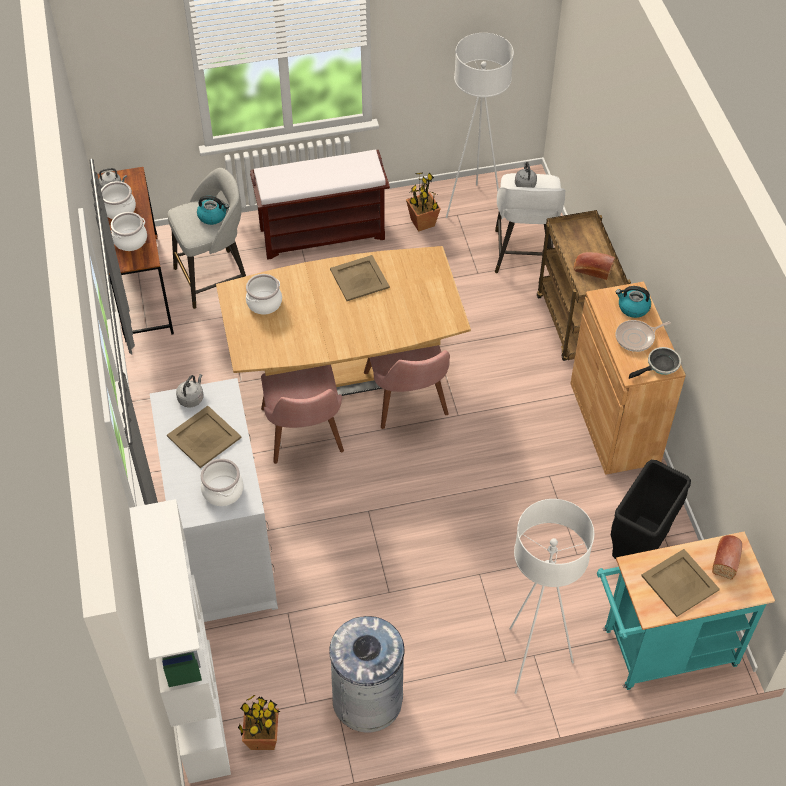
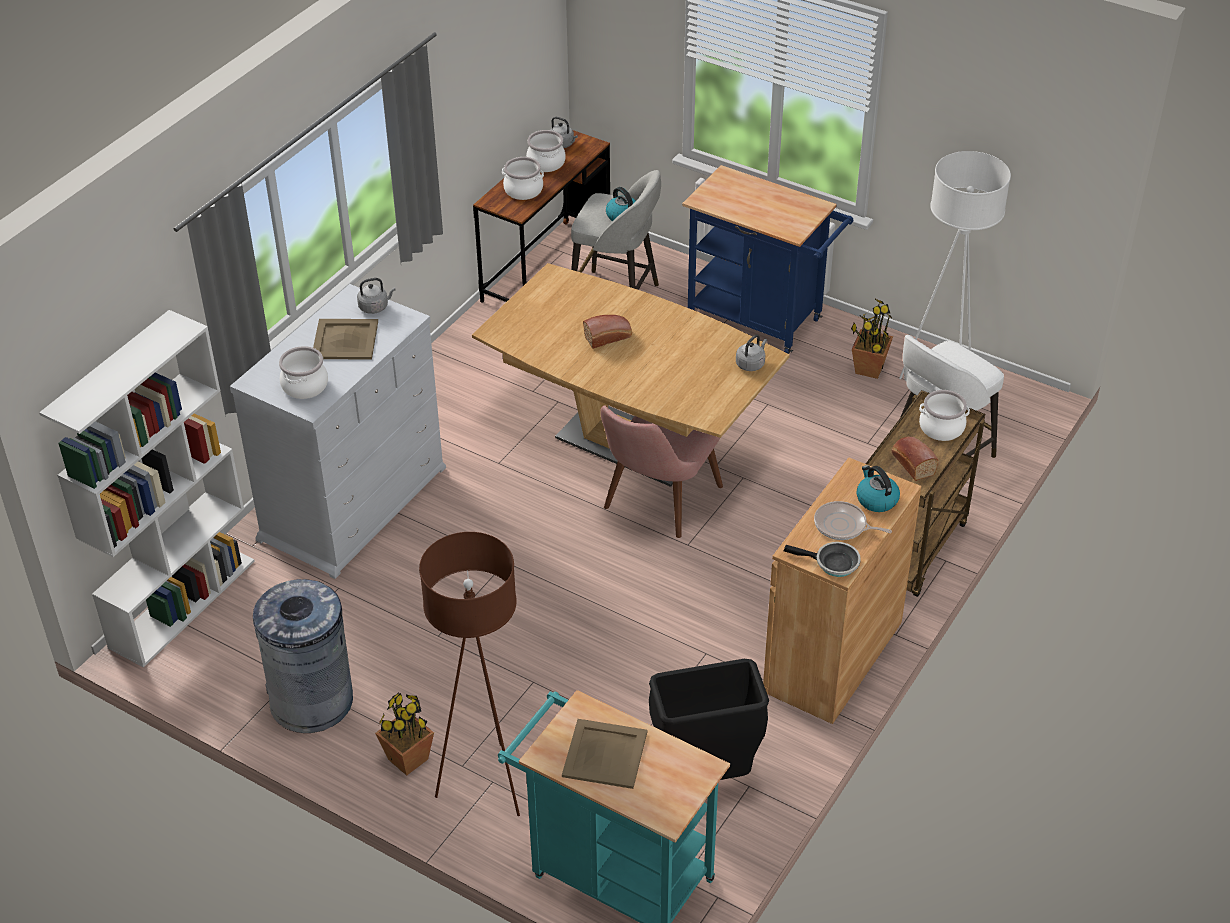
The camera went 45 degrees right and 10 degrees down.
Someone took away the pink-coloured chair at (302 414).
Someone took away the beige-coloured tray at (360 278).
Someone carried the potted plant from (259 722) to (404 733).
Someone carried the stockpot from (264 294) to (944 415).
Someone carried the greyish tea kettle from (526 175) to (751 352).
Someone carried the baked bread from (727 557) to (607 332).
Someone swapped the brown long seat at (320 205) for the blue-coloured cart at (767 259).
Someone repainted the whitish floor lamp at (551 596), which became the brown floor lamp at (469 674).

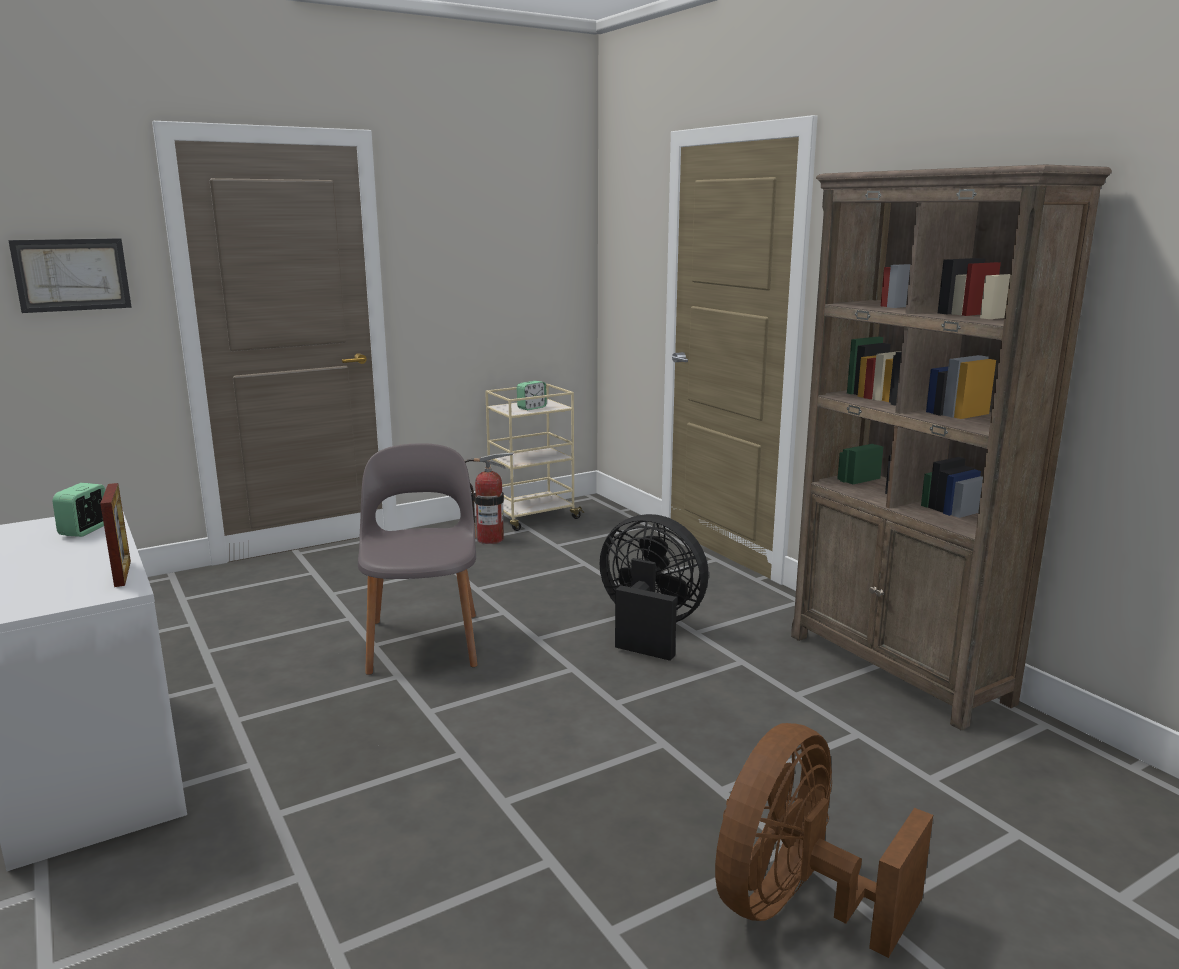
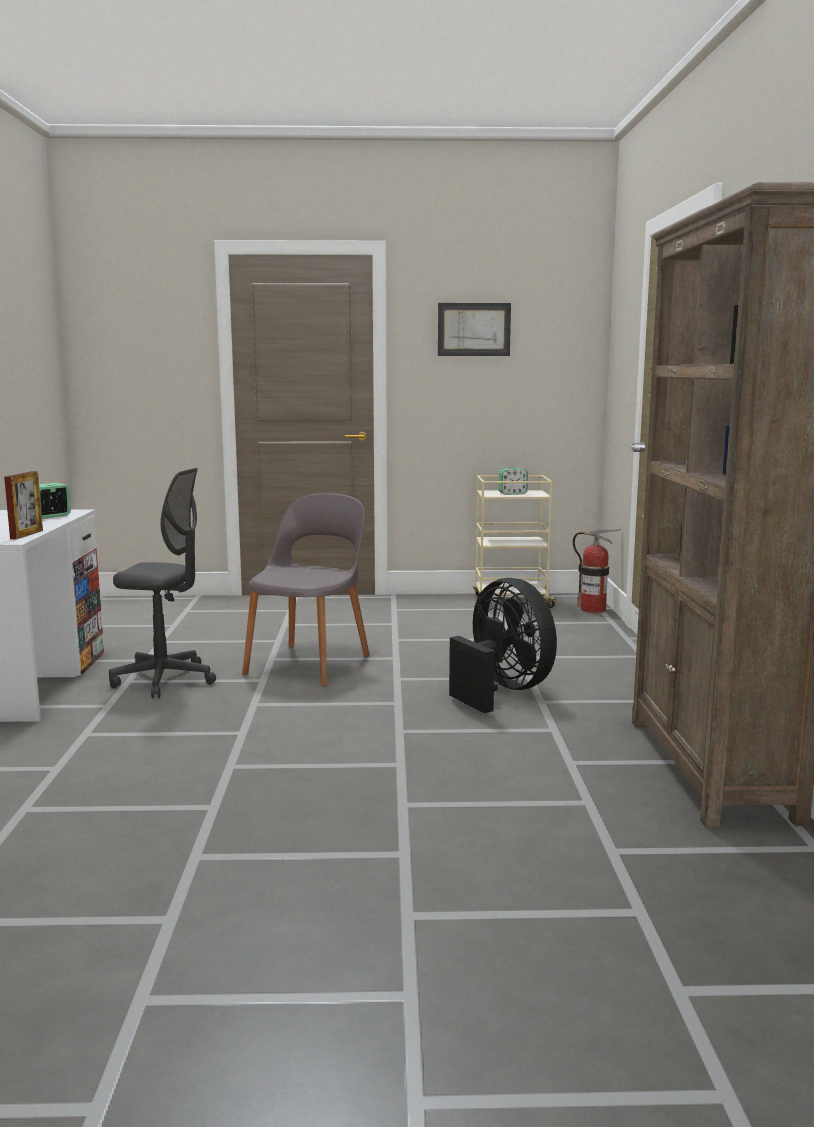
The camera went 30 degrees right and 5 degrees down.
Someone took away the brown cooling fan at (824 840).
Someone put down the greyish desk chair at (162 583).
Someone carried the wall art from (70 275) to (474 329).
Someone carried the extinguisher from (489 498) to (597 571).

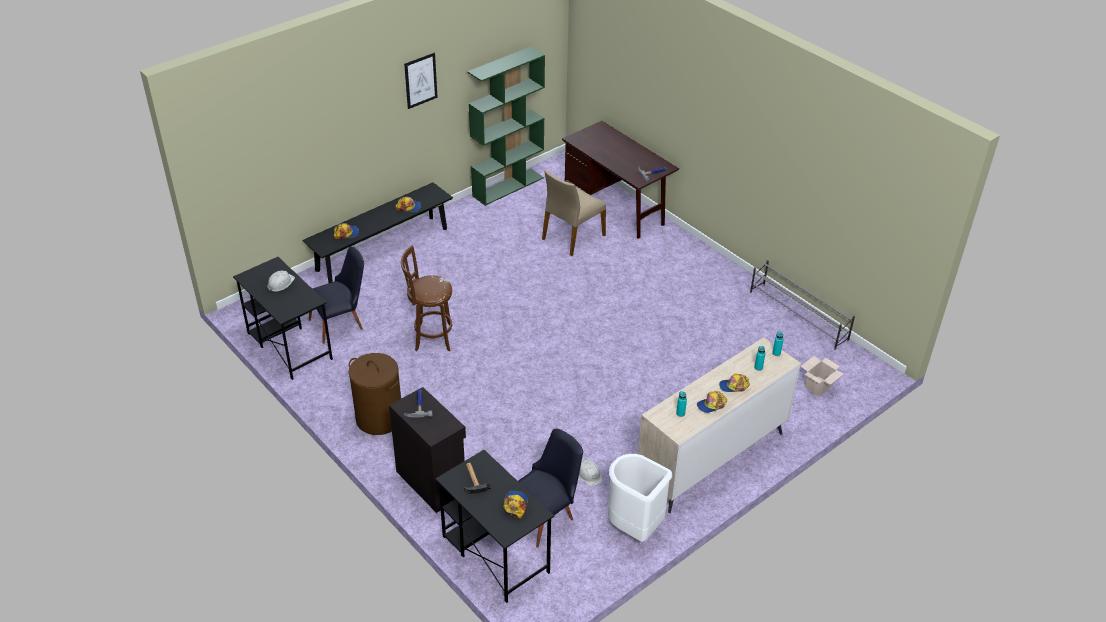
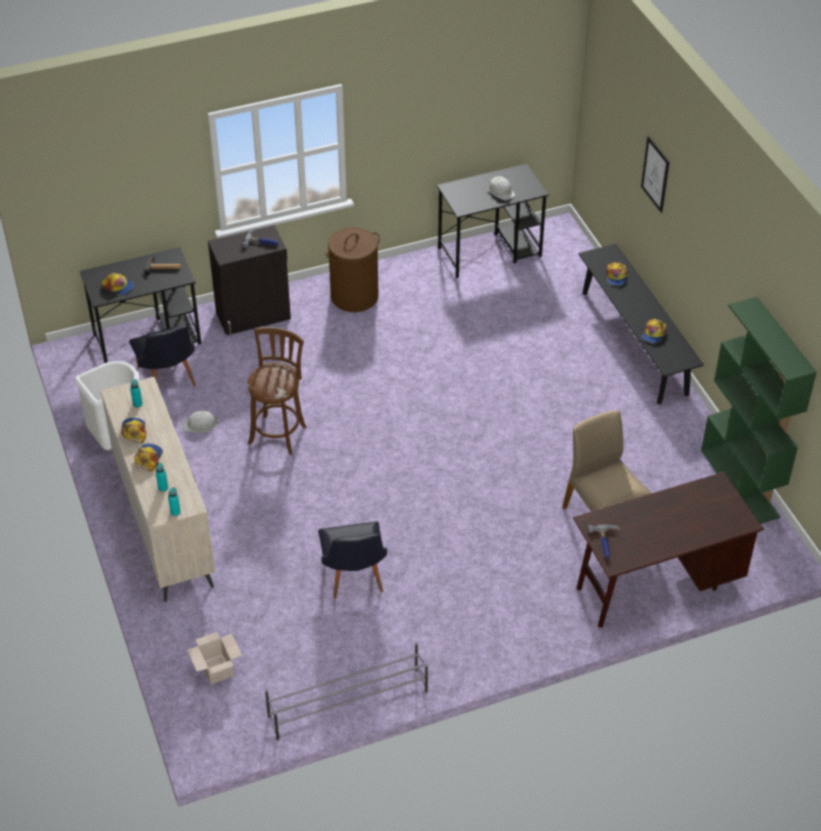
The camera went 110 degrees right and 5 degrees up.
Someone carried the black-coloured chair from (336 295) to (352 560).
Someone carried the brown stool from (427 298) to (277 391).
Someone carried the wall art from (421 81) to (655 174).

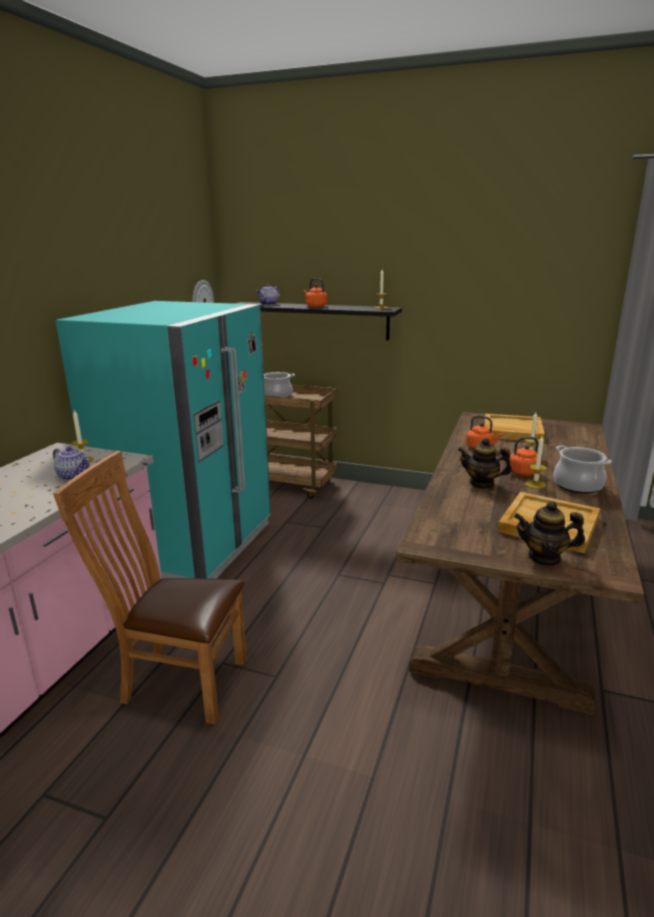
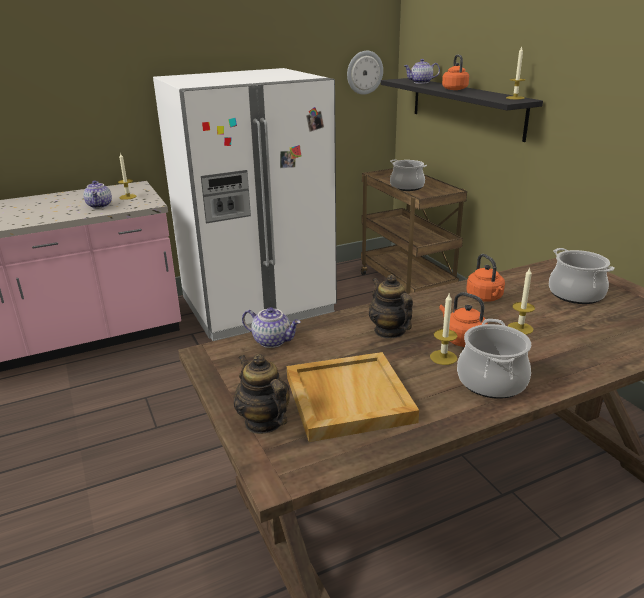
The camera went 45 degrees right and 5 degrees up.
Someone took away the brown chair at (150 587).
Someone put down the tea pot at (271 327).
Someone swapped the beige-coloured tray at (515 427) for the stockpot at (582 276).
Someone repainted the turquoise refrigerator at (163 440), which became the whitish refrigerator at (245 204).

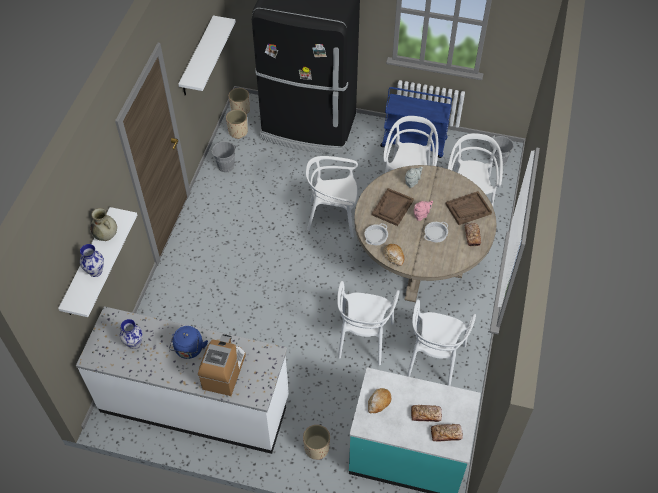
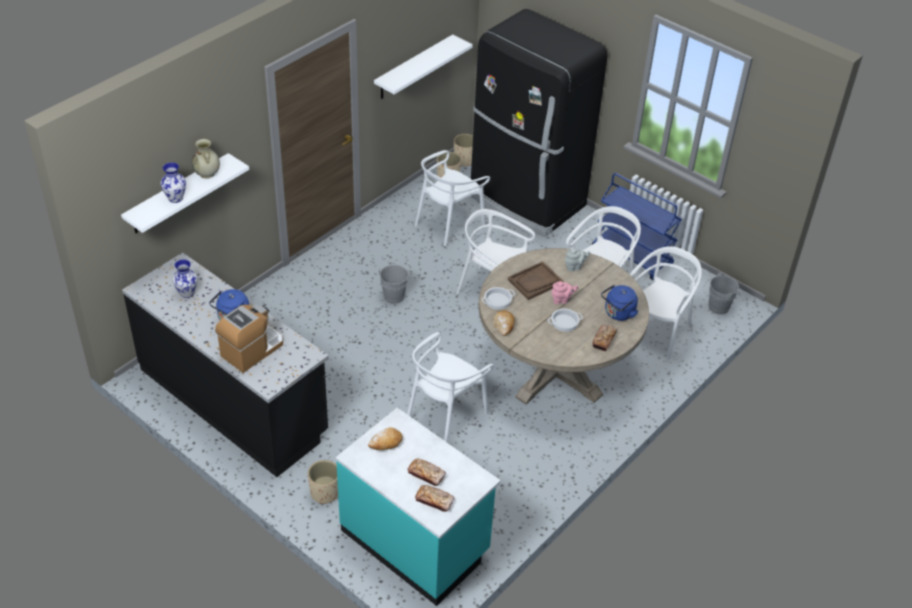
The camera went 25 degrees right and 10 degrees down.
Someone carried the greyish pail from (223 157) to (394 284).
Someone carried the whitish chair from (441 342) to (452 198).
Someone swapped the brown tray at (469 208) for the blue-coloured tea kettle at (619 303).
Someone repainted the whitish counter at (182 380), which became the black-coloured counter at (225 364).

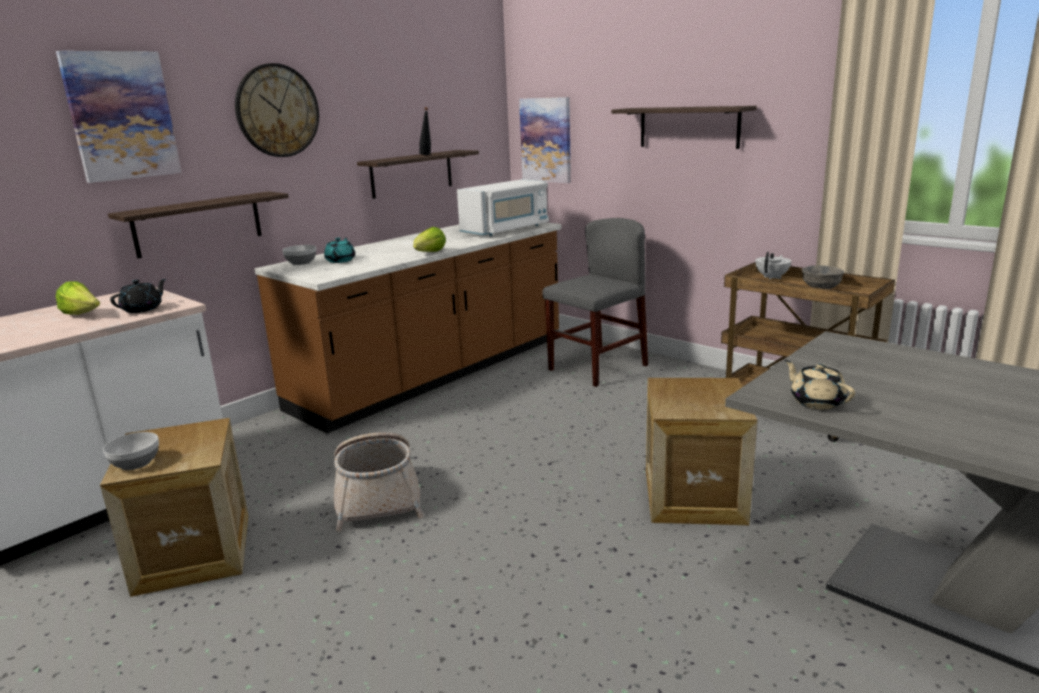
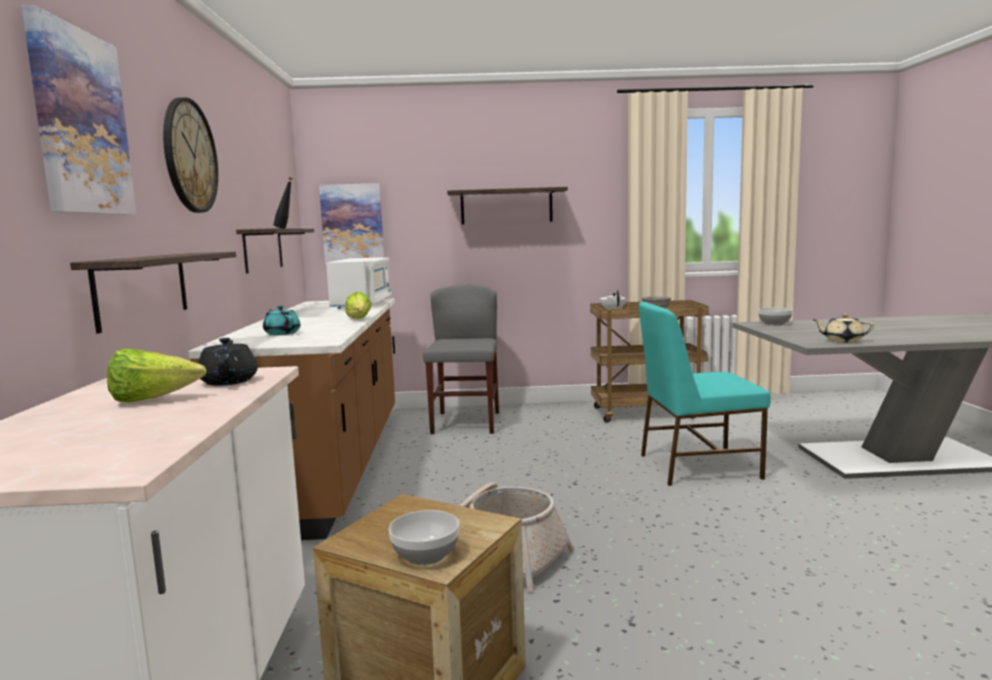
The camera went 45 degrees left and 10 degrees down.
Someone carried the deep dish from (299 255) to (775 316).
Someone swapped the shipping crate at (701 451) for the turquoise chair at (705 394).

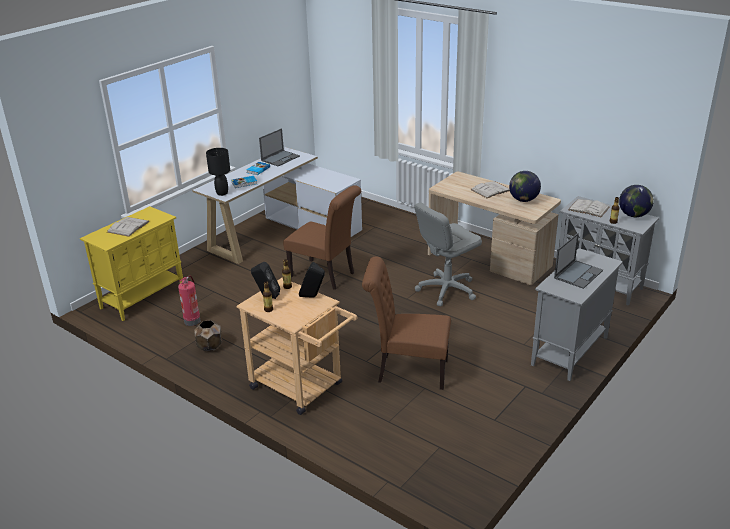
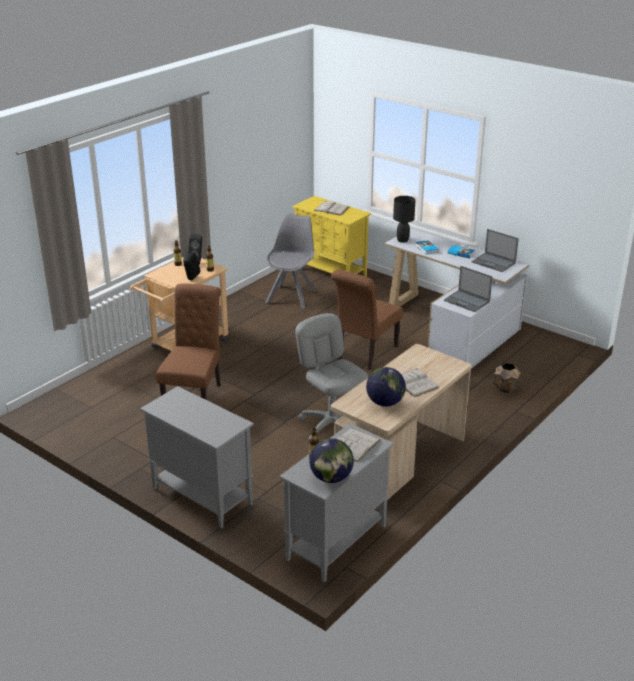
The camera went 90 degrees right and 0 degrees up.
Someone carried the brown planter from (208 335) to (507 378).
Someone carried the laptop from (578 261) to (468 289).
Someone swapped the extinguisher at (189 300) for the greyish chair at (291 261).

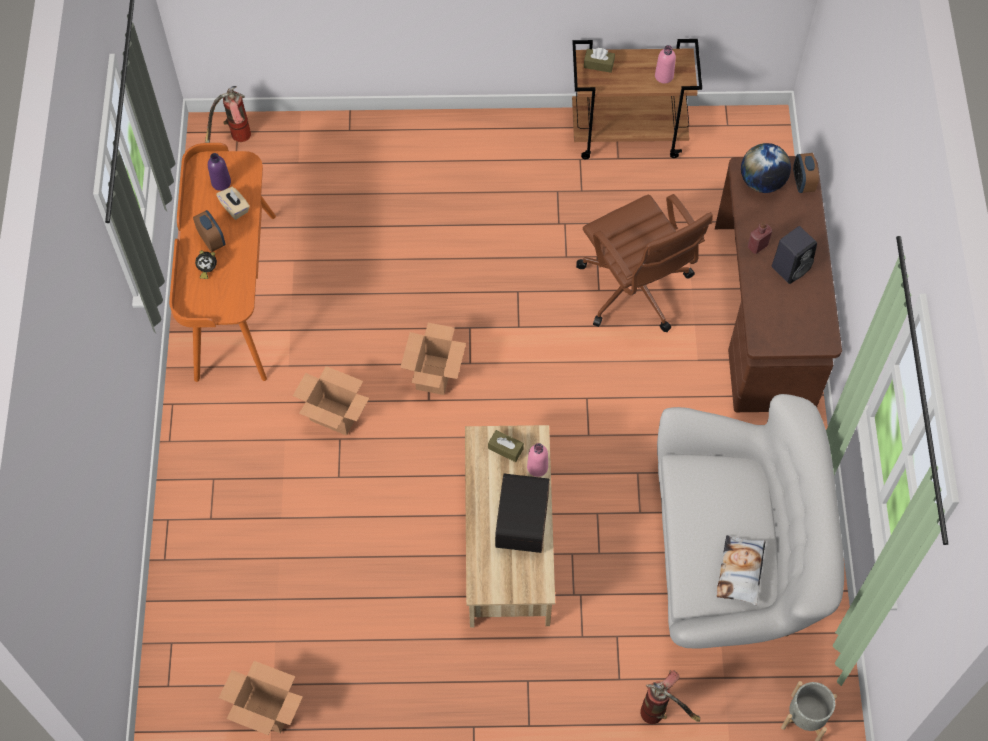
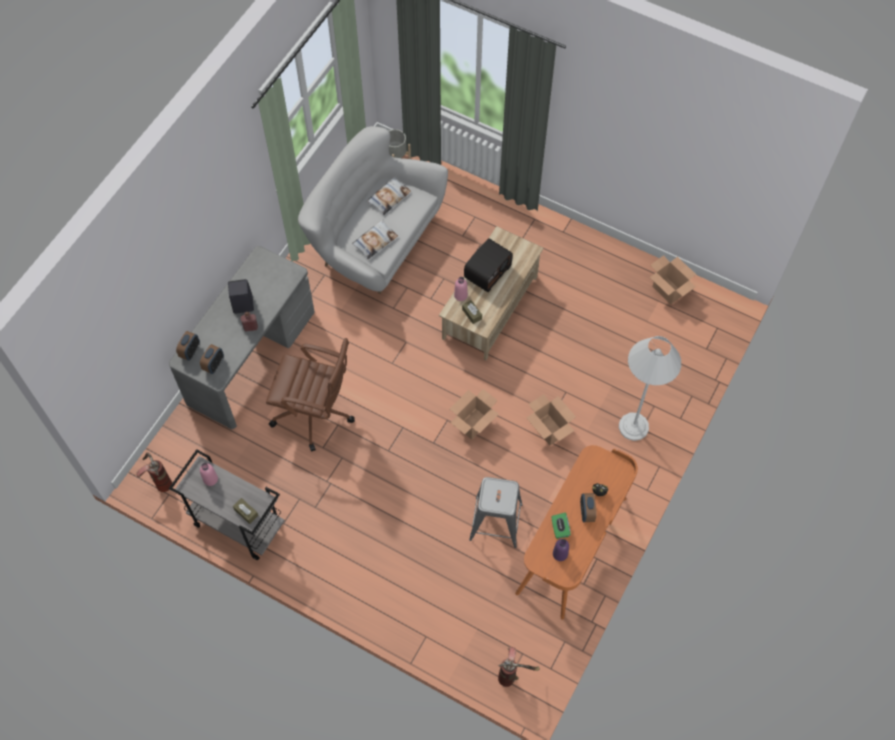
The camera went 150 degrees left and 0 degrees up.
Someone put down the cushion at (375 239).
Someone put down the greyish stool at (496 512).
Someone put down the whitish floor lamp at (650 388).
Someone carried the extinguisher from (670 697) to (154 472).
Someone swapped the world globe at (766 168) for the bedside clock at (212 359).
Someone repainted the beige-coloured tissue holder at (233 203), which became the greenish tissue holder at (561 526).
Someone repainted the brown cart at (637 99), which became the greyish cart at (227 504).
Someone repainted the brown desk at (778 284), which became the greyish desk at (242 337).
Someone rotated the brown desk chair at (644 263) by 105 degrees clockwise.

